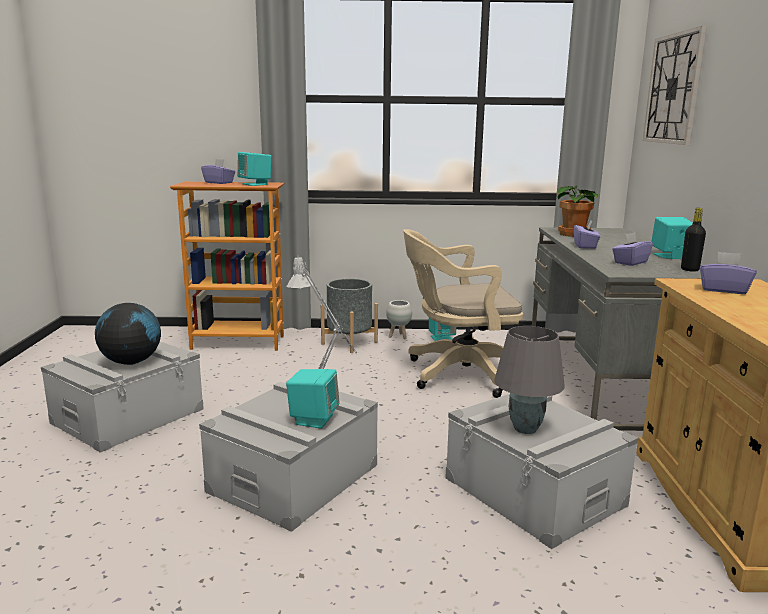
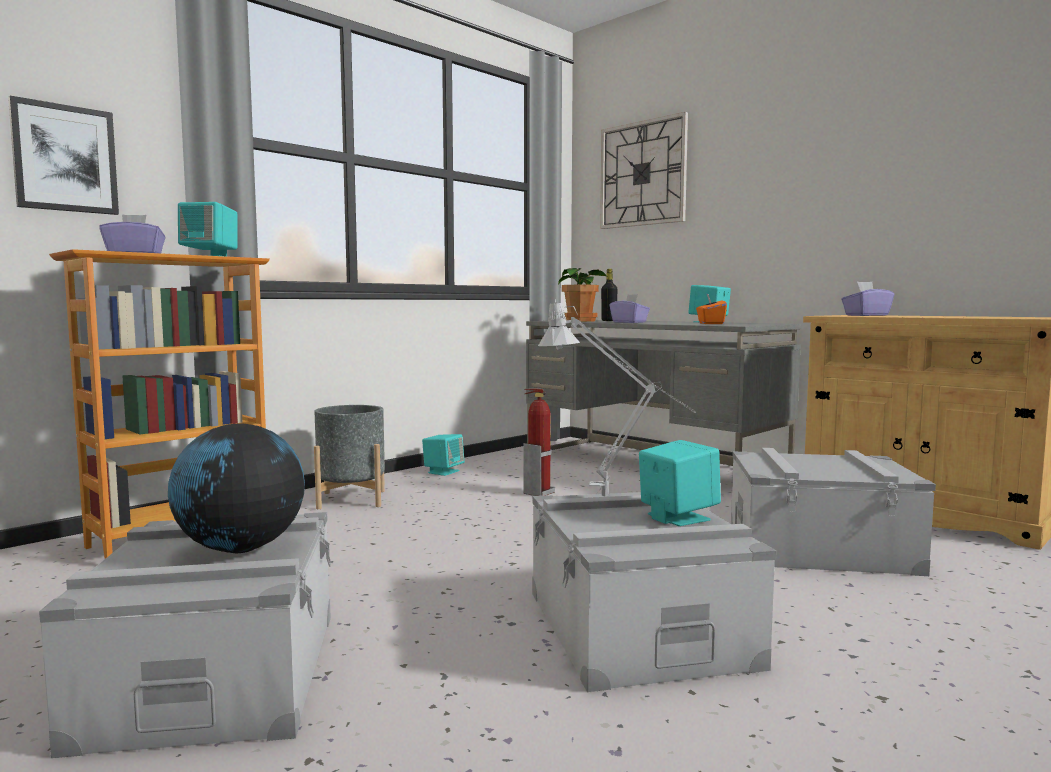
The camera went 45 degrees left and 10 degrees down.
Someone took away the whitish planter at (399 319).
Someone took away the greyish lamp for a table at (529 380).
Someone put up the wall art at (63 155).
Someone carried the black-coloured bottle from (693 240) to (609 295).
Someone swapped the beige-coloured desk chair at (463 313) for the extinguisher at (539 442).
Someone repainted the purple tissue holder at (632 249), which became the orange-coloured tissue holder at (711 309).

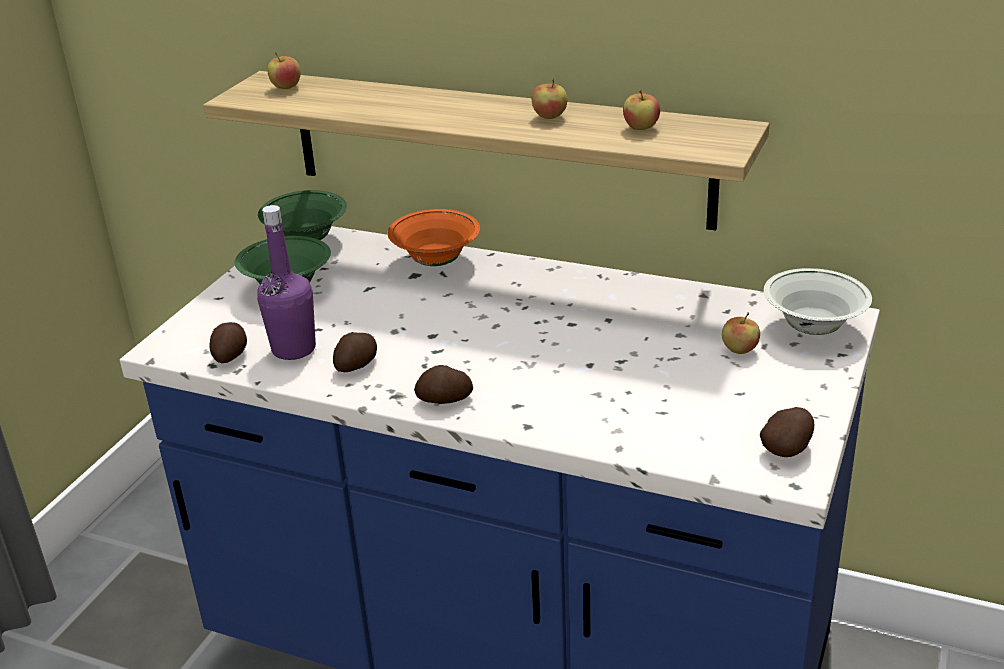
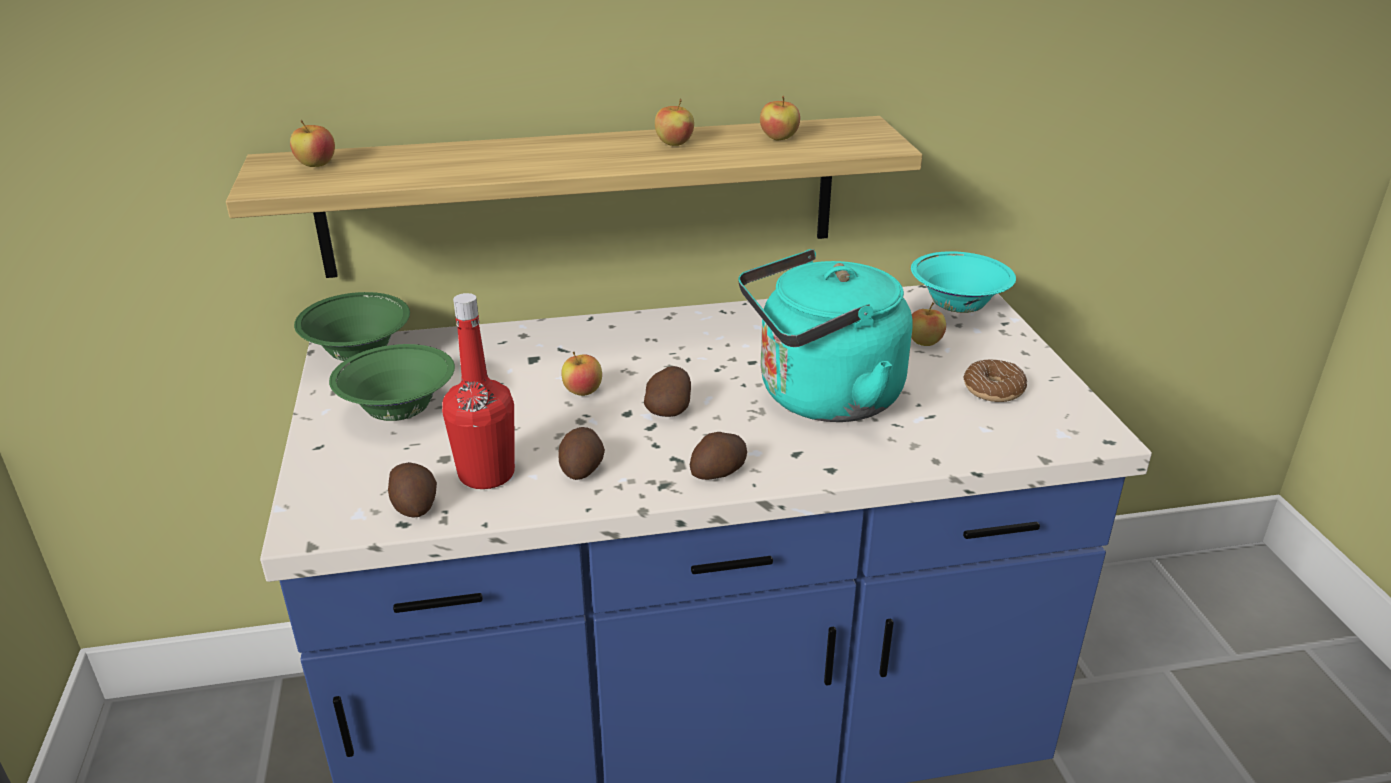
The camera went 35 degrees left and 0 degrees up.
Someone took away the orange-coloured deep dish at (433 237).
Someone put down the whole apple at (581 374).
Someone put down the turquoise tea kettle at (825 335).
Someone put down the donut at (995 380).
Someone carried the spud from (787 432) to (667 391).
Someone repainted the purple bottle at (286 282), which became the red bottle at (478 391).
Someone repainted the whitish deep dish at (818 301), which became the turquoise deep dish at (963 282).

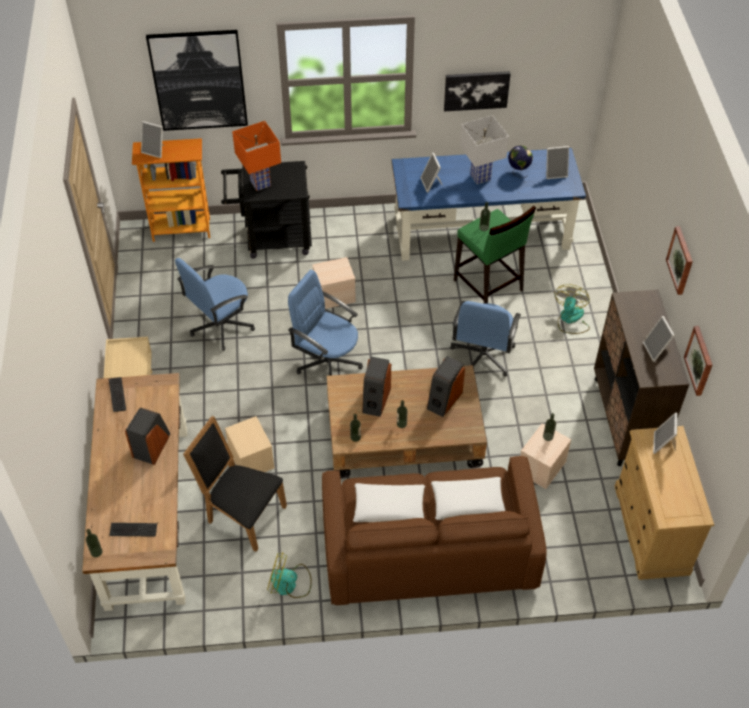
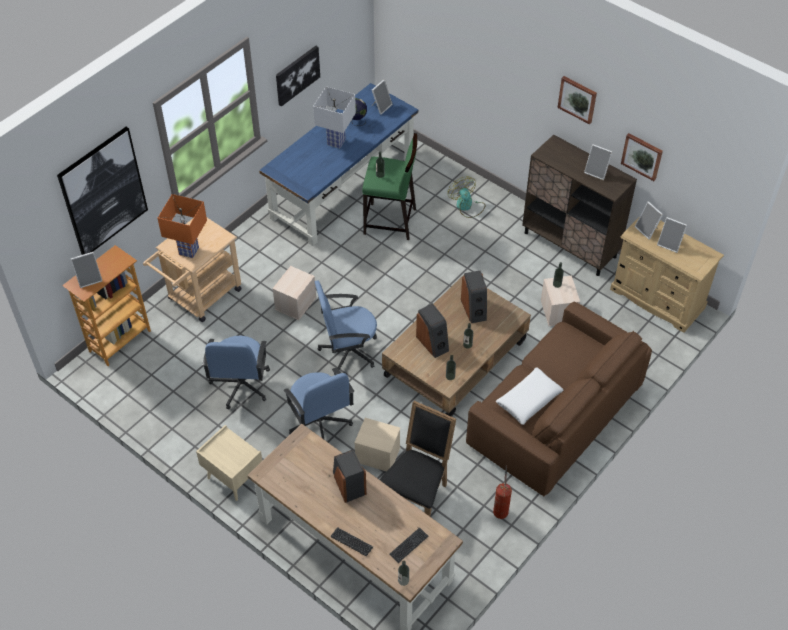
The camera went 45 degrees left and 0 degrees up.
Someone took away the whitish cushion at (468 498).
Someone carried the computer keyboard from (117 394) to (351 541).
Someone carried the picture frame from (431 172) to (672 235).
Someone carried the blue-coloured desk chair from (485 339) to (318 404).
Someone swapped the cooling fan at (289 575) for the extinguisher at (502 492).
Someone repainted the black-coloured cart at (266 210), which became the beige-coloured cart at (192 270).
Someone rotated the black-coloured chair at (235 484) by 135 degrees clockwise.

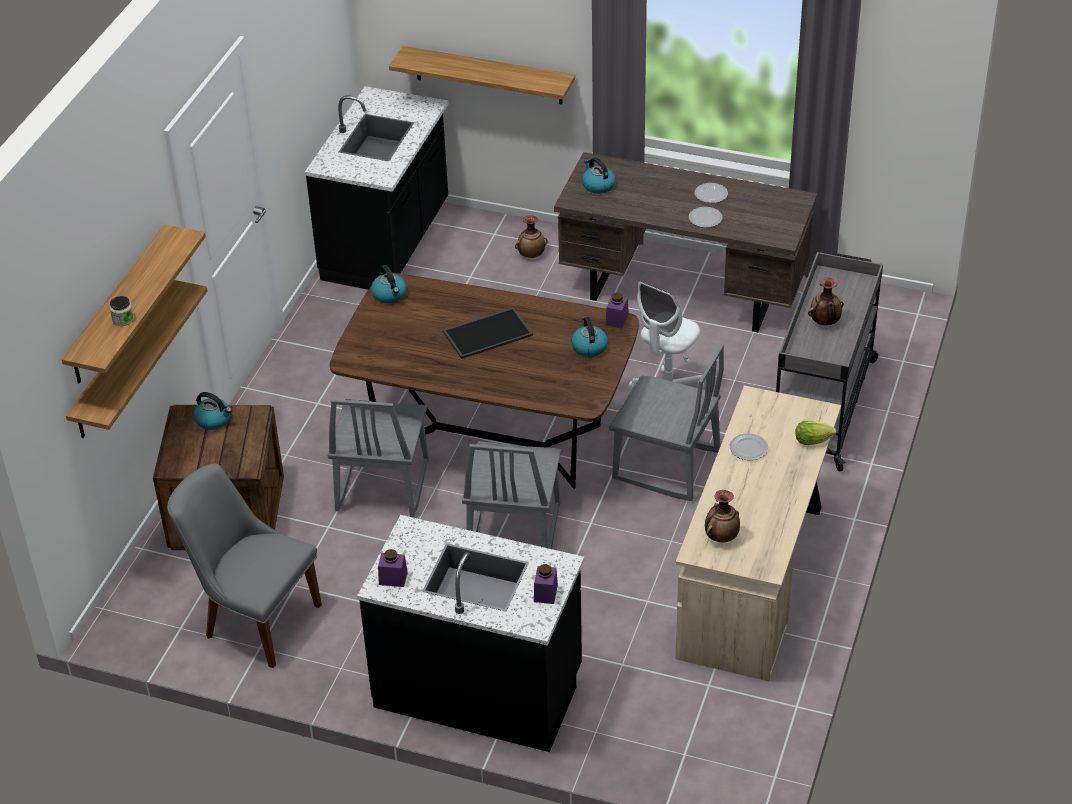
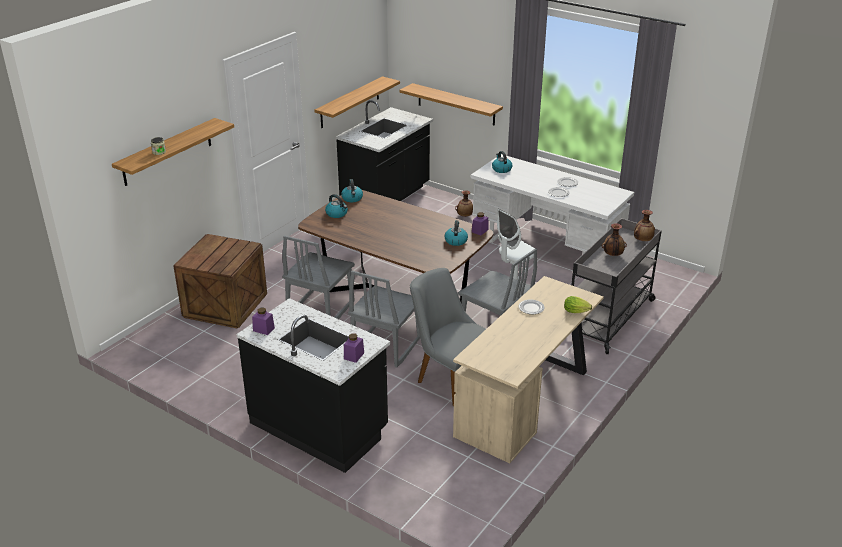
The camera went 15 degrees right and 10 degrees down.
Someone took away the tray at (488 333).
Someone carried the bracket shelf from (137 359) to (357 102).
Someone carried the greyish chair from (244 565) to (448 337).
Someone carried the tea kettle from (212 411) to (336 206).
Someone carried the decorative vase from (722 516) to (644 225).
Someone repainted the brown desk at (685 242), which became the whitish desk at (552 204).

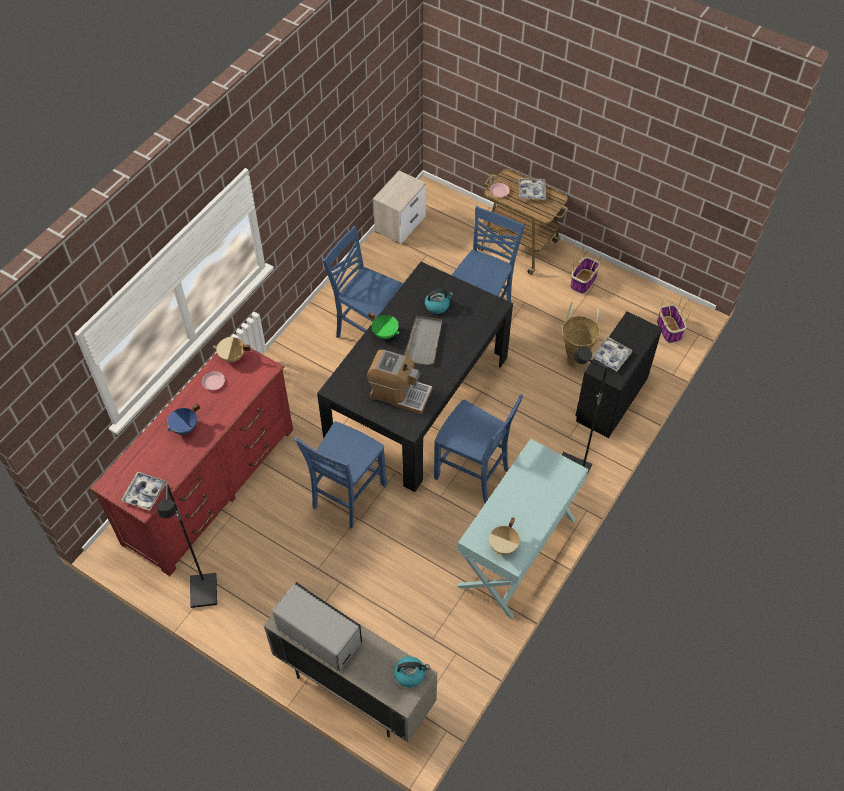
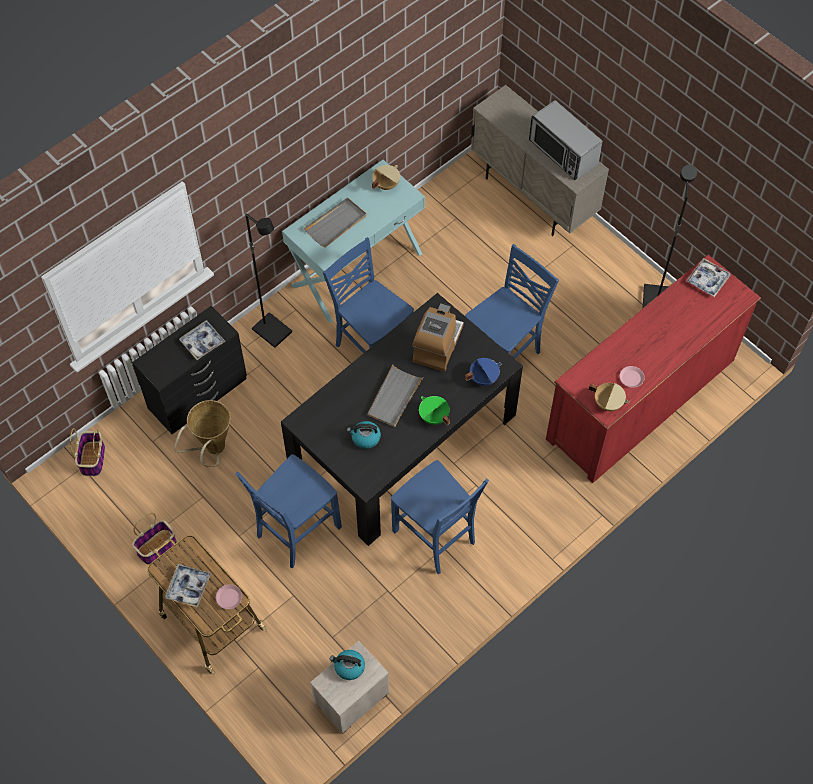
The camera went 165 degrees left and 5 degrees up.
Someone put down the greyish tray at (335 223).
Someone carried the blue-coloured stockpot from (183 418) to (483 372).
Someone carried the tea kettle from (412 671) to (347 665).
Someone rotated the coffee brewer at (399 382) by 75 degrees clockwise.

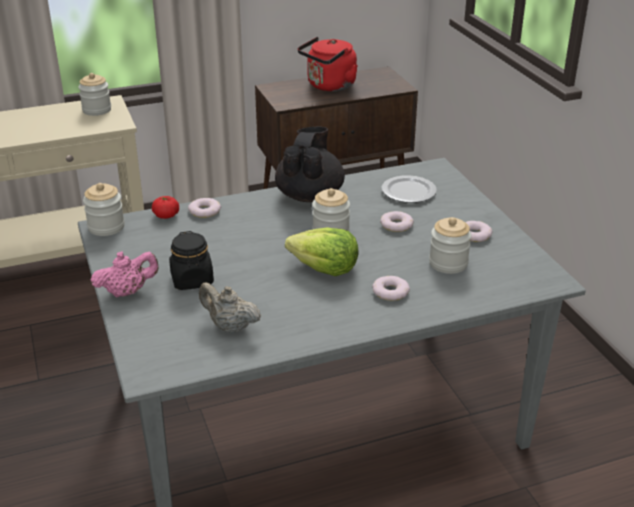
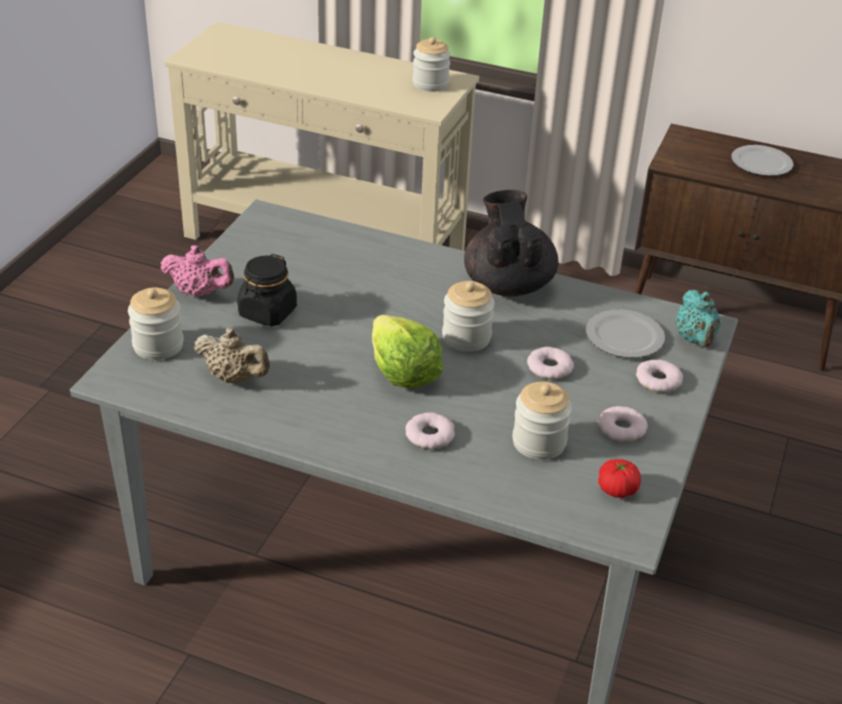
The camera went 40 degrees right and 5 degrees up.
Someone put down the turquoise tea pot at (698 319).
Someone carried the storage jar from (104 209) to (156 323).
Someone carried the tomato from (165 207) to (619 478).
Someone carried the donut from (204 208) to (659 375).
Someone swapped the red tea kettle at (328 64) for the flat dish at (762 160).
Someone rotated the beige-coloured tea pot at (230 308) by 135 degrees clockwise.
Someone rotated the black-coloured tea pot at (310 164) by 60 degrees counterclockwise.

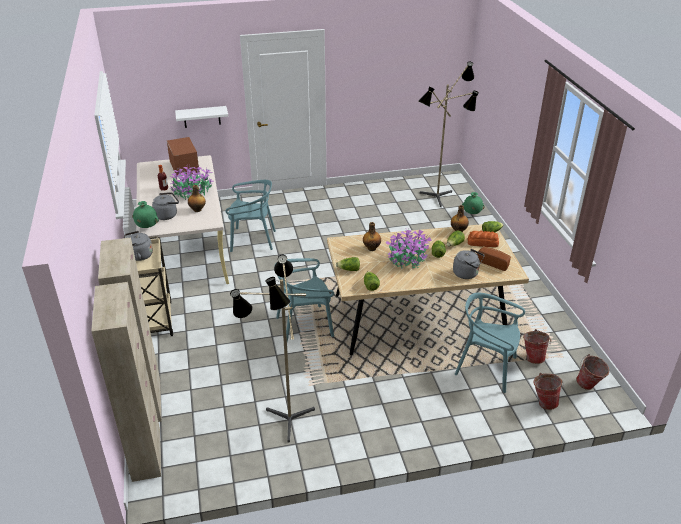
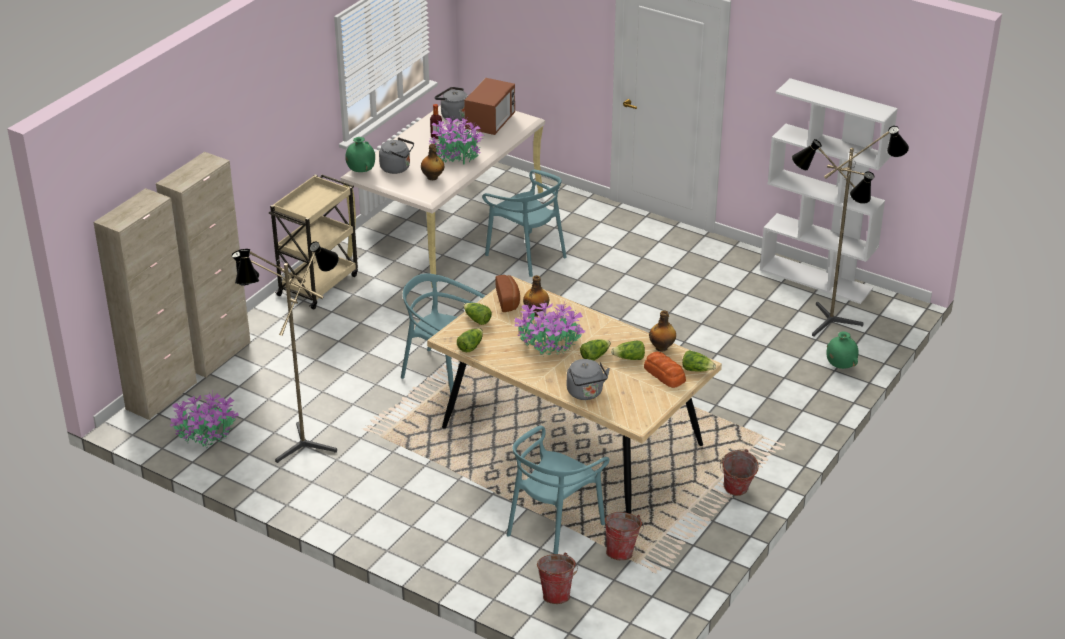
The camera went 45 degrees right and 0 degrees up.
Someone took away the whitish bracket shelf at (201 117).
Someone put down the potted plant at (204 419).
Someone put down the whitish bookshelf at (829 191).
Someone carried the greyish tea kettle from (138 246) to (451 104).
Someone carried the baked bread from (494 259) to (508 293).
Someone carried the pail from (592 372) to (739 472).
Someone rotated the turquoise chair at (490 343) by 120 degrees counterclockwise.

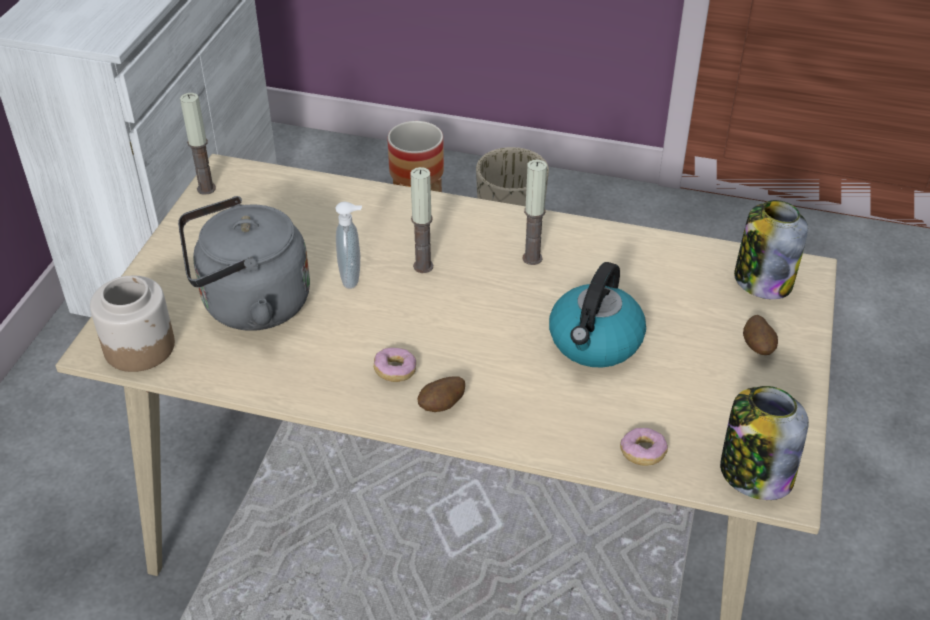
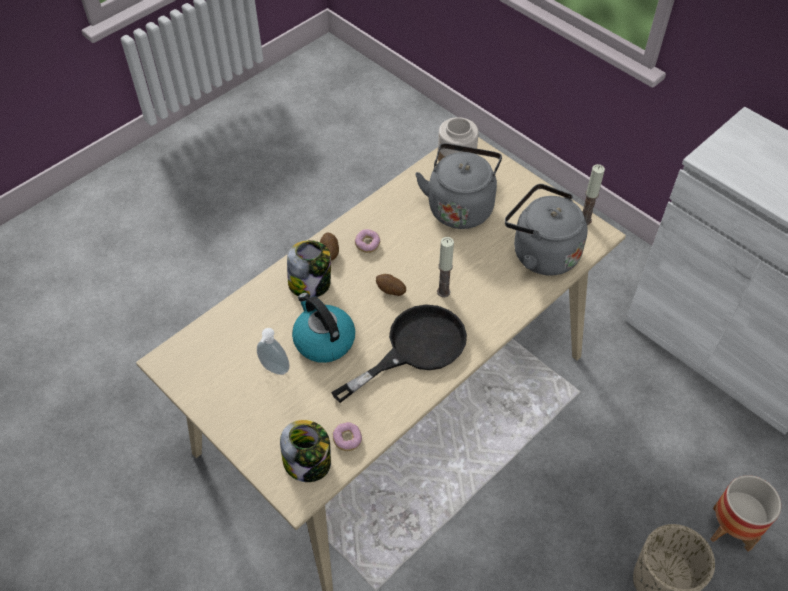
The camera went 120 degrees right and 10 degrees up.
Someone put down the greyish tea kettle at (546 230).
Someone carried the soap bottle from (348 245) to (273 351).
Someone carried the donut from (644 447) to (347 436).
Someone carried the storage jar from (764 443) to (309 269).
Someone carried the spud from (760 335) to (391 285).
Someone swapped the wax candle at (535 212) for the black-coloured pan at (399 354).

